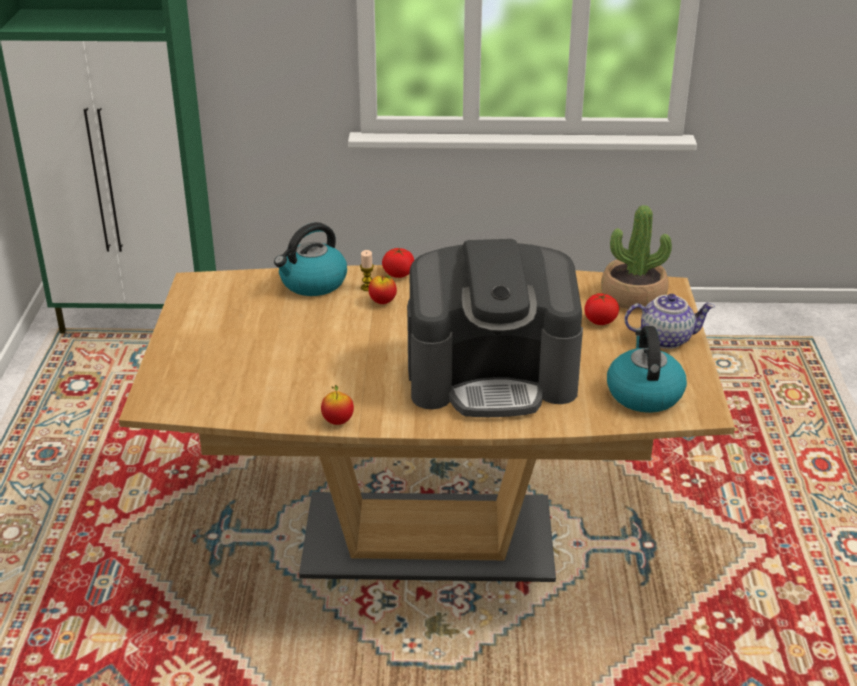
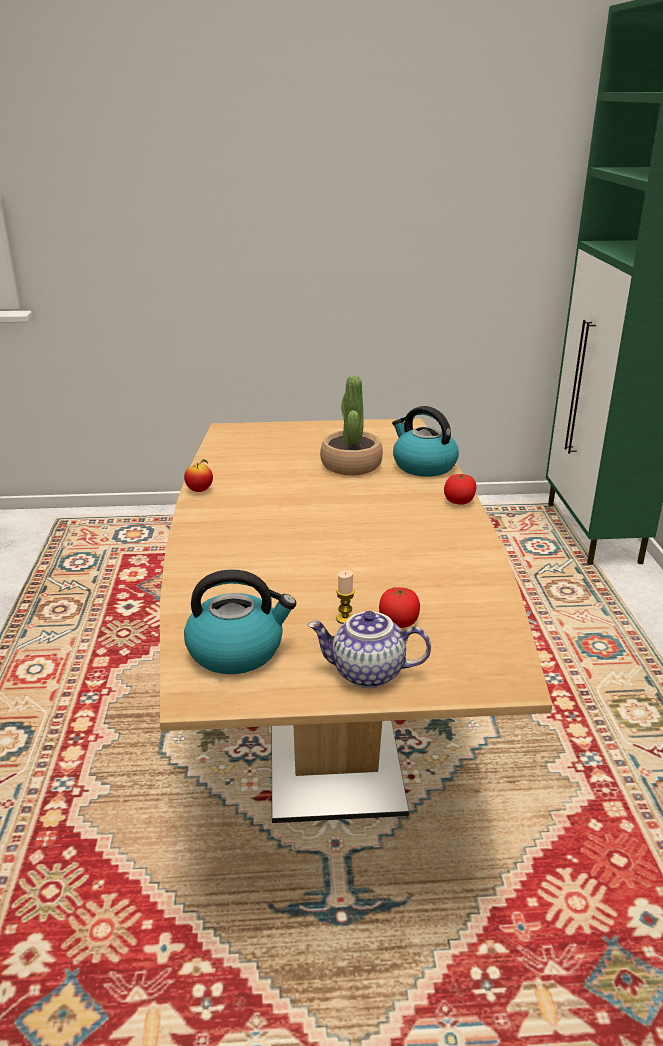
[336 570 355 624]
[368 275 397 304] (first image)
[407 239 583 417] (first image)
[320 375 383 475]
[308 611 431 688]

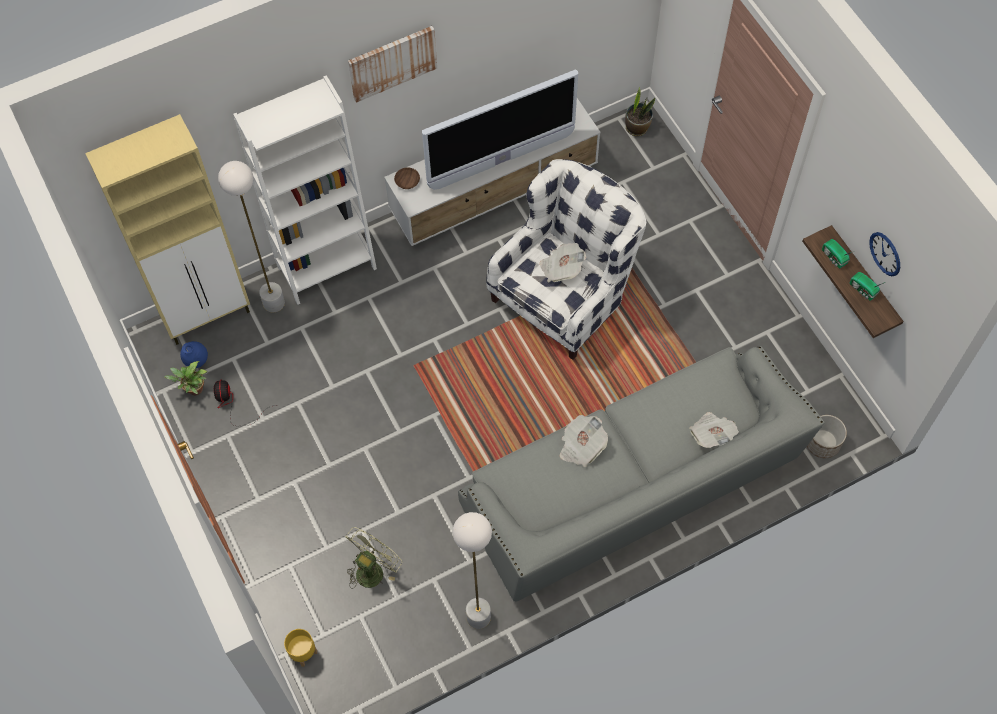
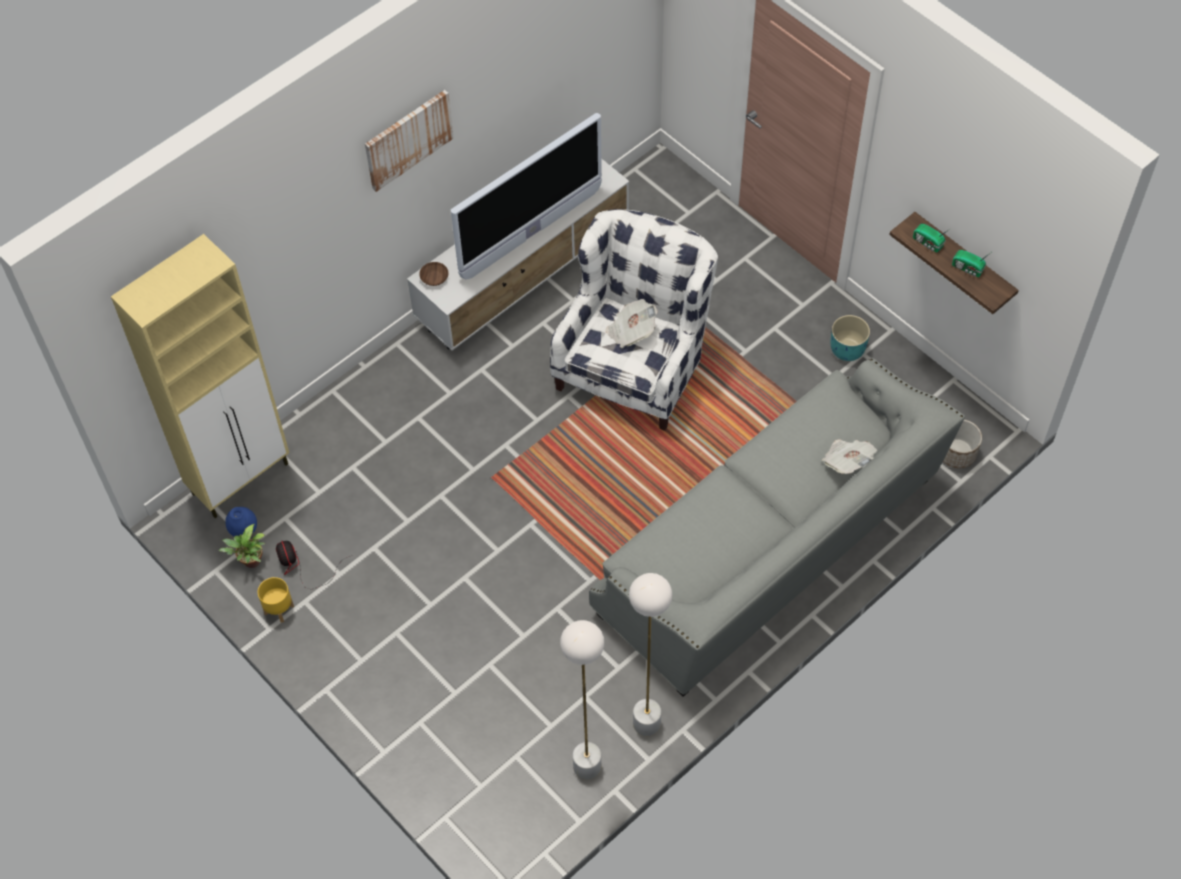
[560 620 604 780]
[233 75 377 305] (first image)
[258 577 294 623]
[345 527 402 589] (first image)
[560 415 608 467] (first image)
[625 87 655 136] (first image)
[869 232 900 276] (first image)
[831 315 870 361]

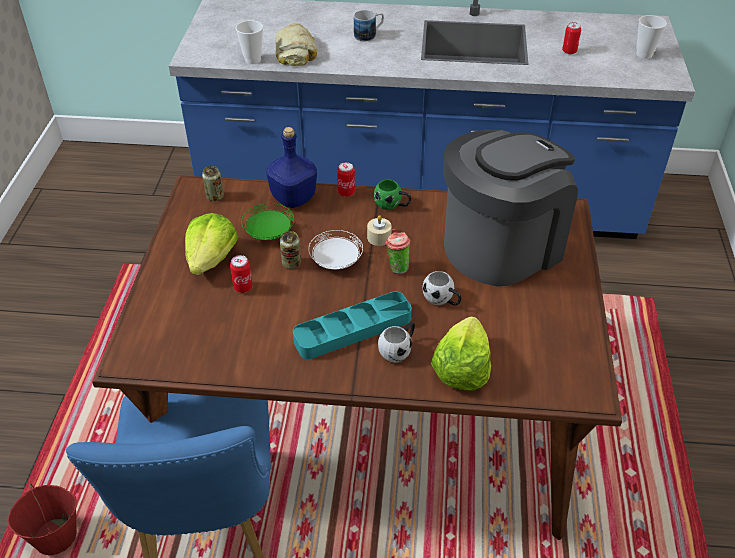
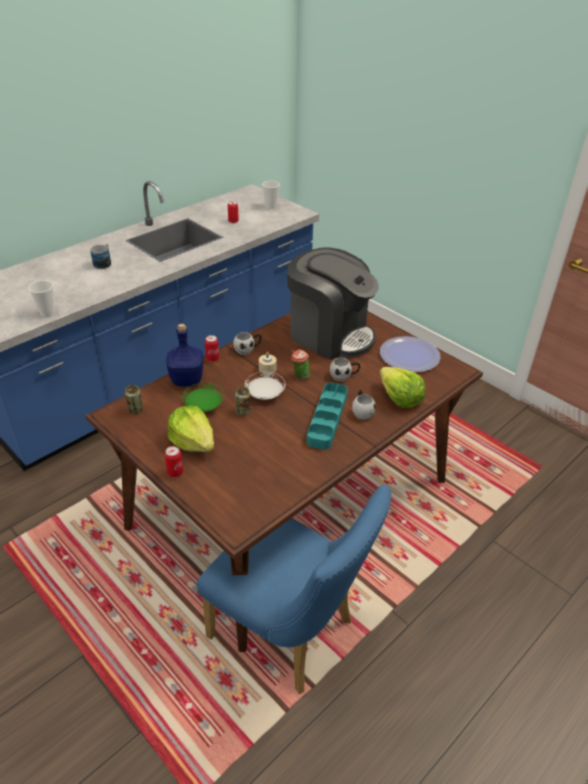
[8 484 77 555] (first image)
[164 446 183 478]
[275 23 317 66] (first image)
[234 332 261 355]
[287 248 379 360]
[380 336 441 372]

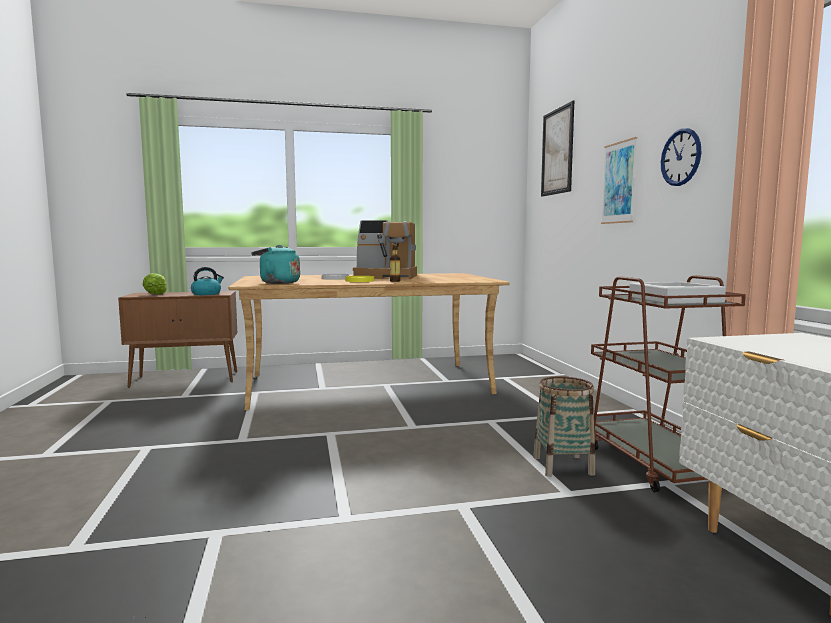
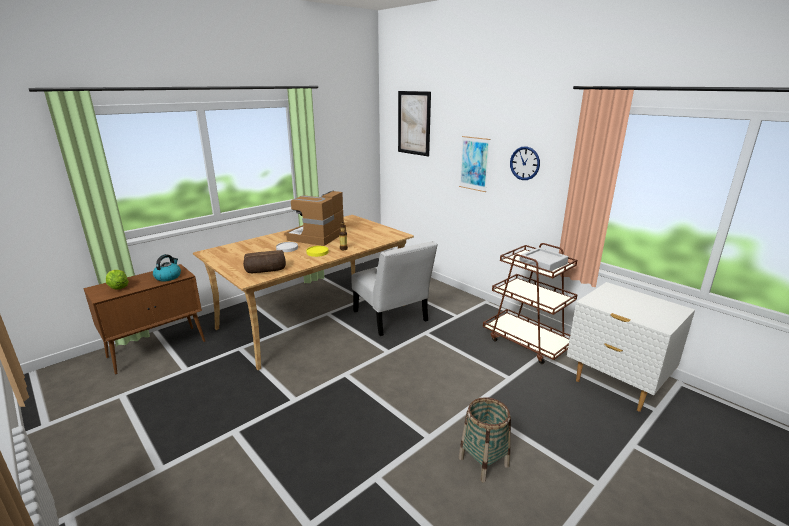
[243 250 286 273]
[284 190 346 246]
[459 397 511 482]
[352 241 438 336]

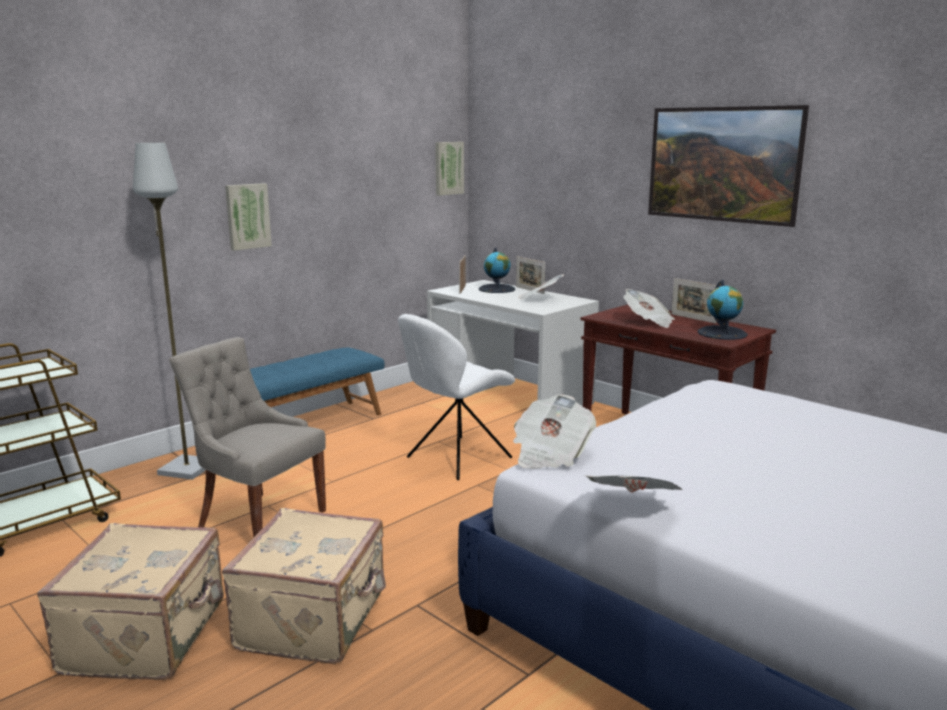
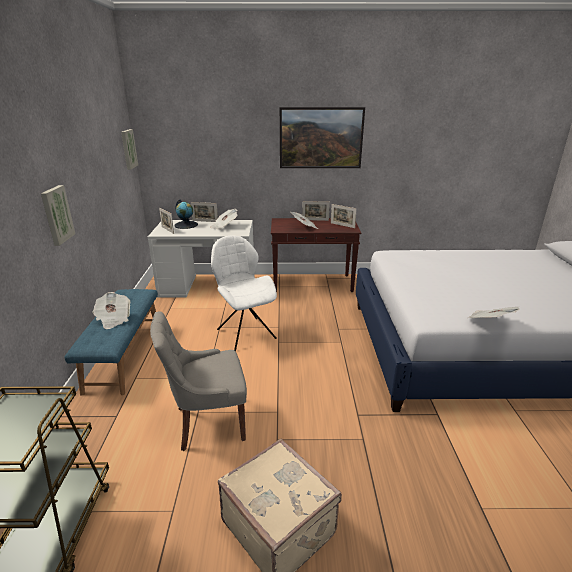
[133 143 206 480] (first image)
[222 508 386 664] (first image)
[211 236 277 352]
[93 292 131 329]
[331 204 357 228]

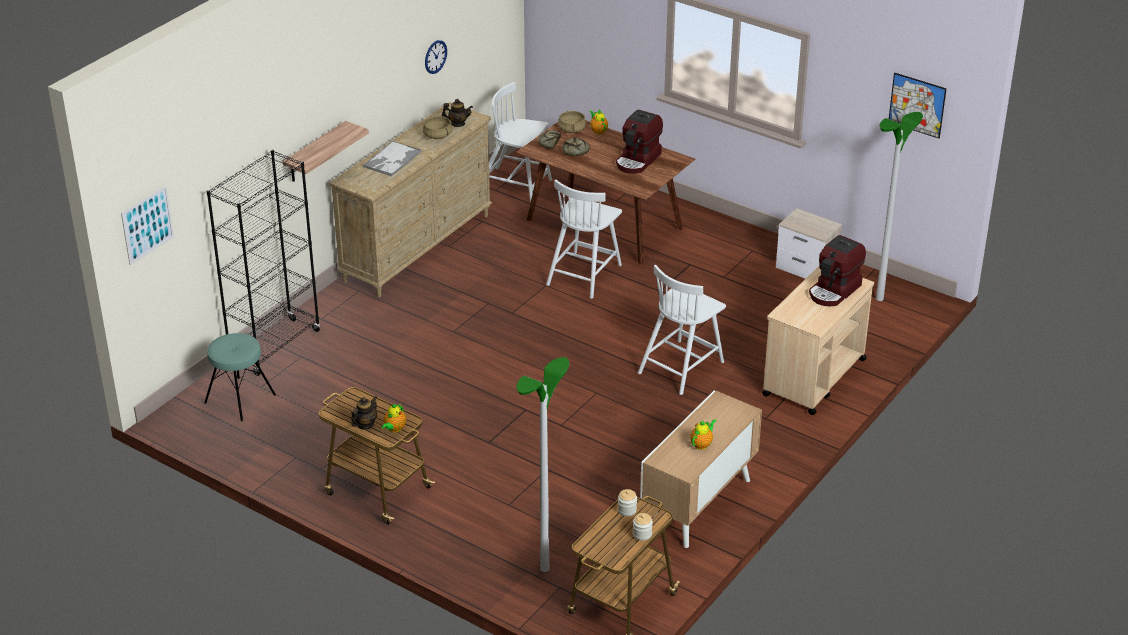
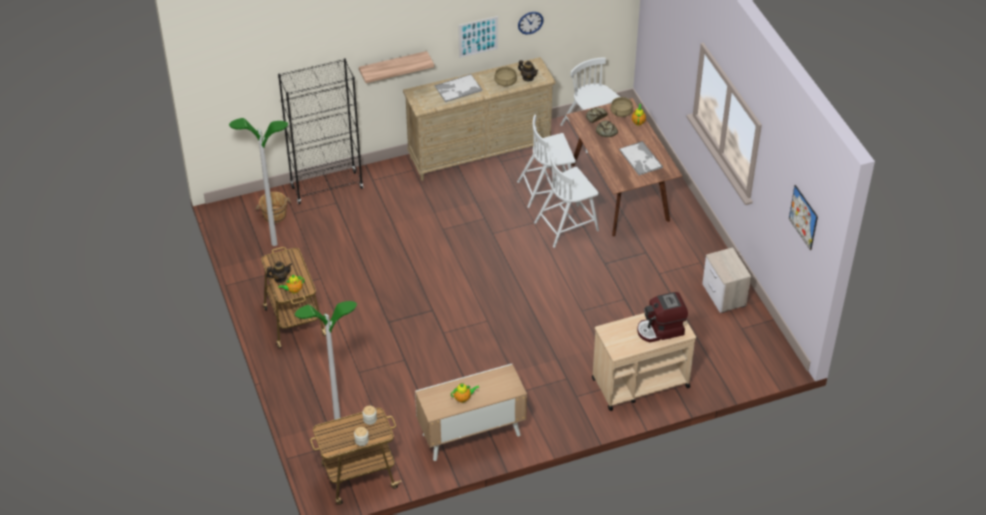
[458 16 498 58]
[255 192 291 223]
[619 141 663 175]
[517 115 576 208]
[229 118 288 246]

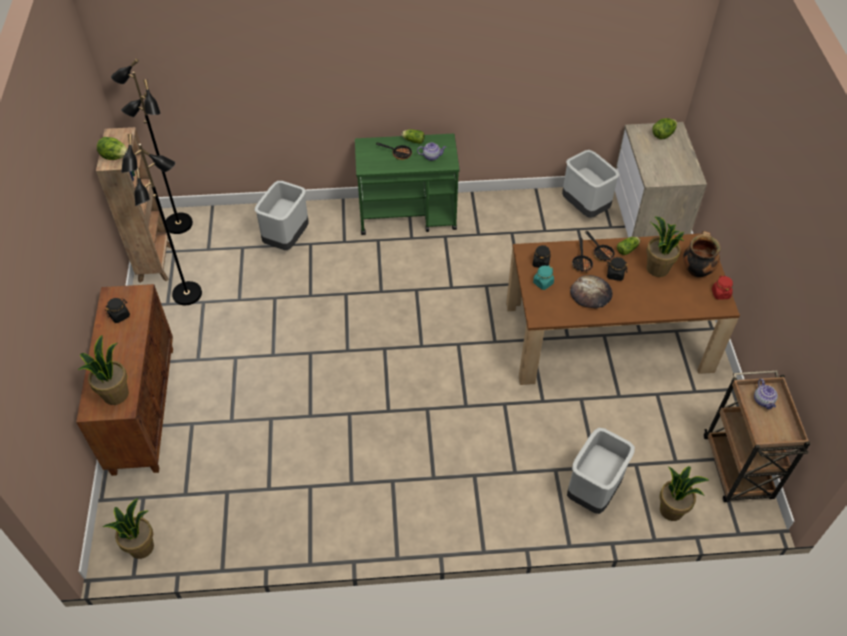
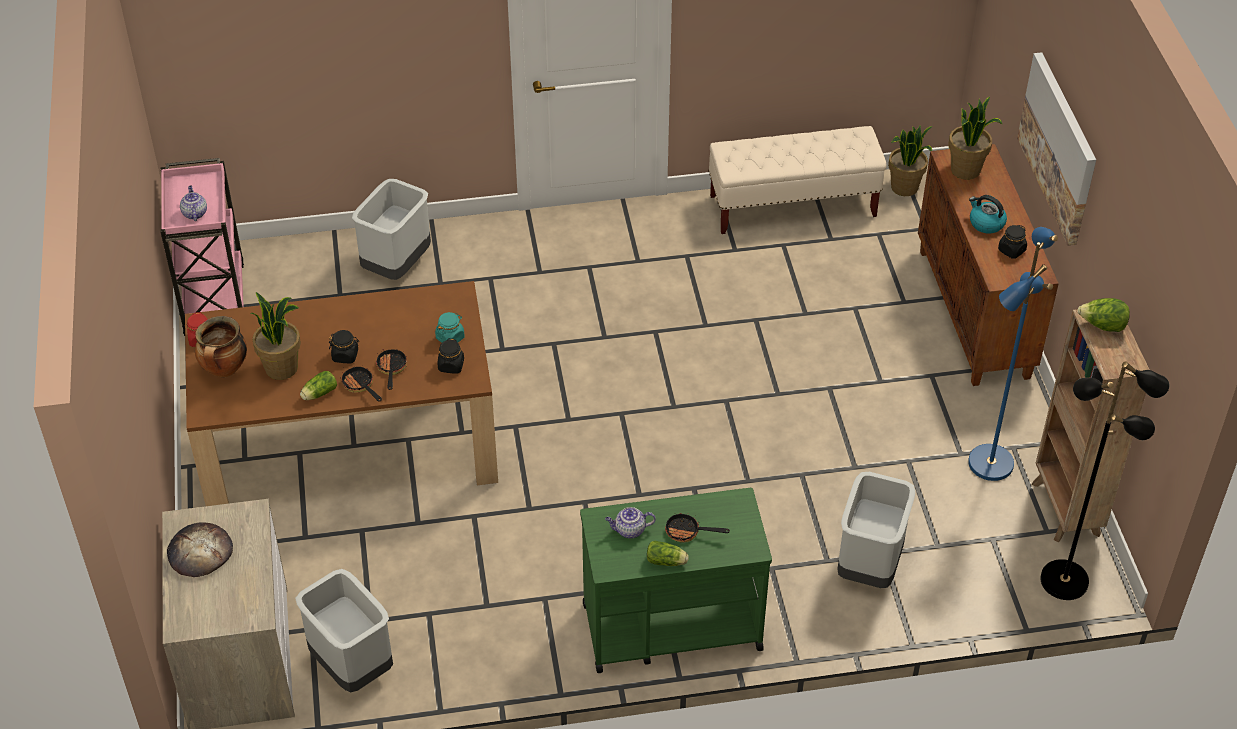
[968 227 1058 481]
[167 522 233 577]
[652 118 677 139] (first image)
[660 466 709 521] (first image)
[160 158 244 336]
[708 126 886 234]
[969 195 1007 234]
[1017 52 1096 246]

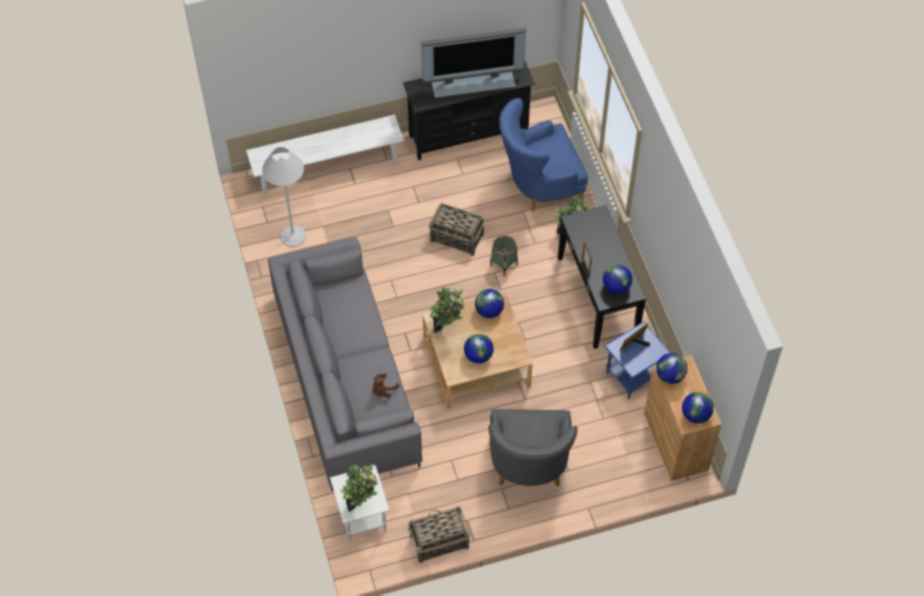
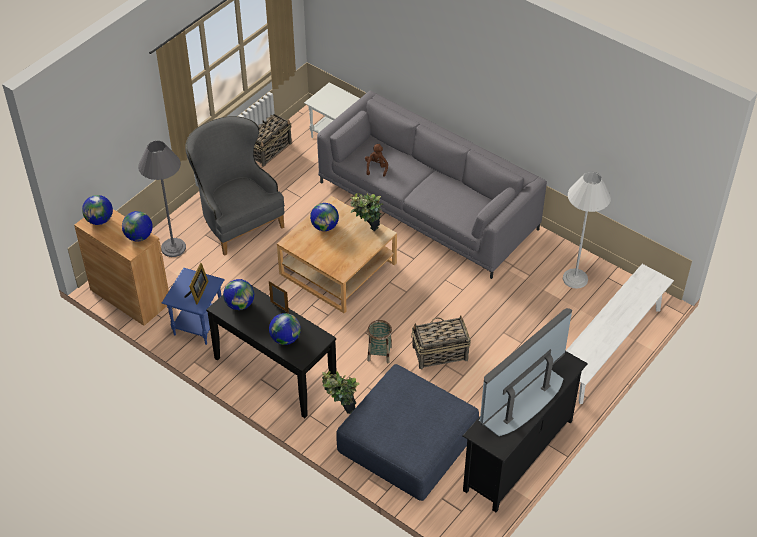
[340 464 378 512] (first image)
[269 313 301 345]
[337 364 479 501]
[138 141 186 257]

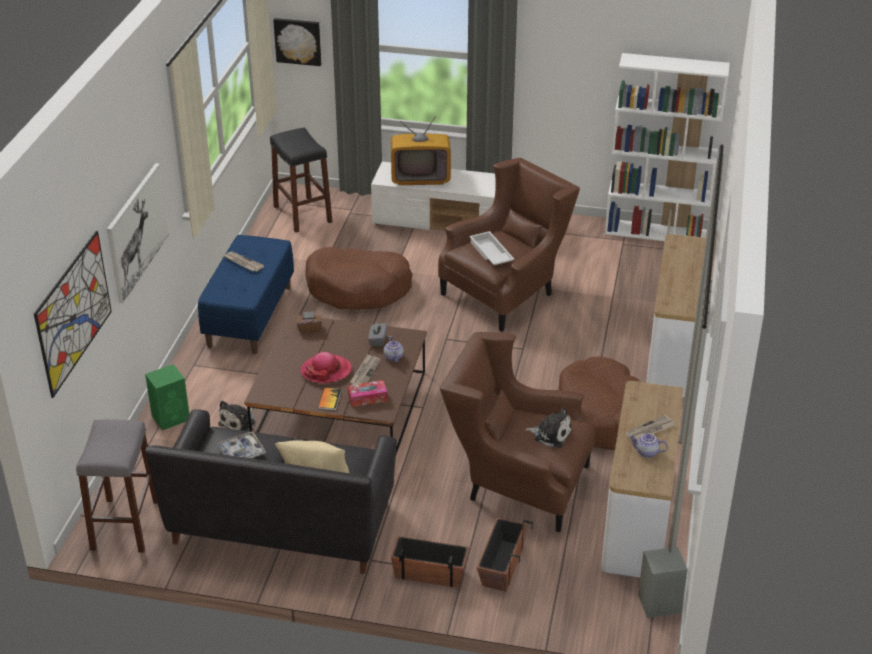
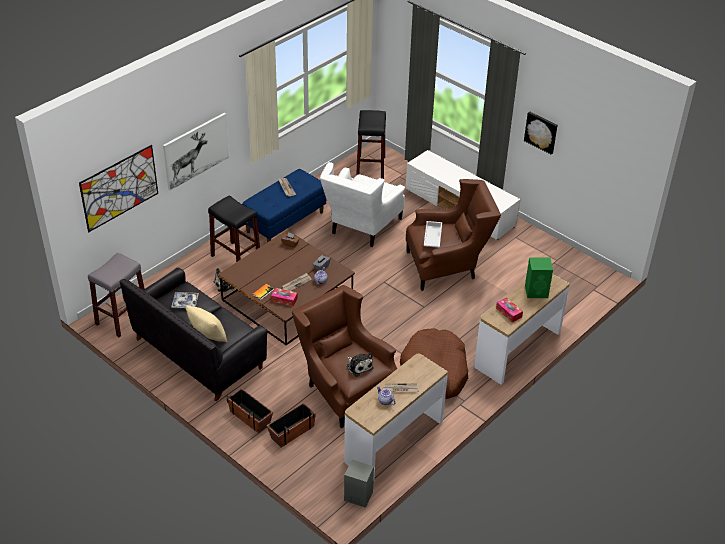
[525 258 553 298]
[524 111 558 155]
[301 352 352 384] (first image)
[320 162 405 247]
[391 117 451 185] (first image)
[605 53 730 241] (first image)
[208 195 260 262]
[496 297 523 323]

